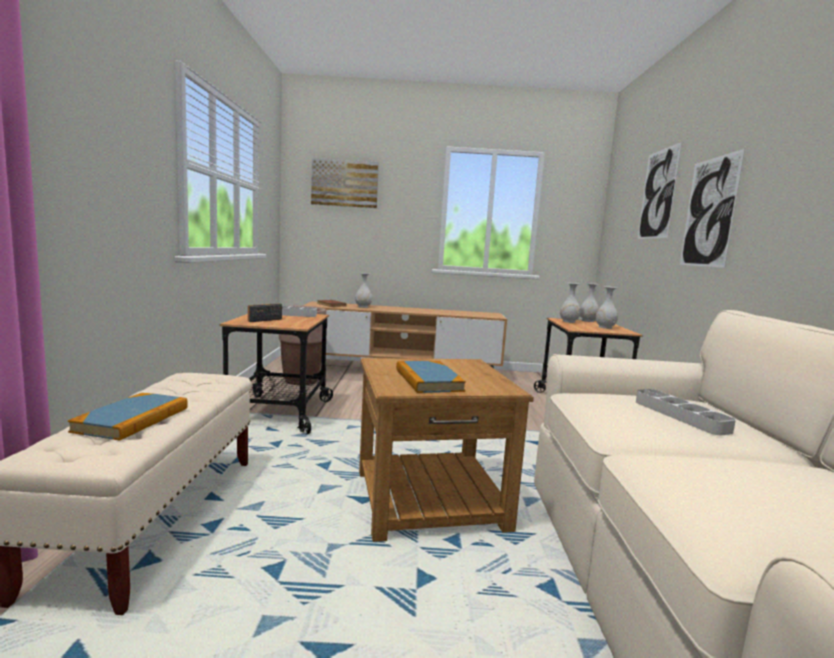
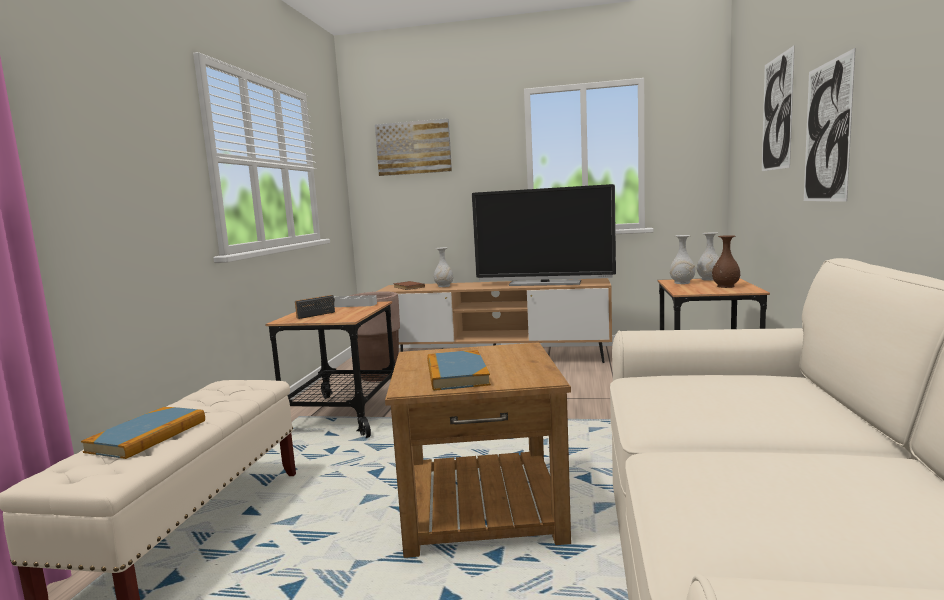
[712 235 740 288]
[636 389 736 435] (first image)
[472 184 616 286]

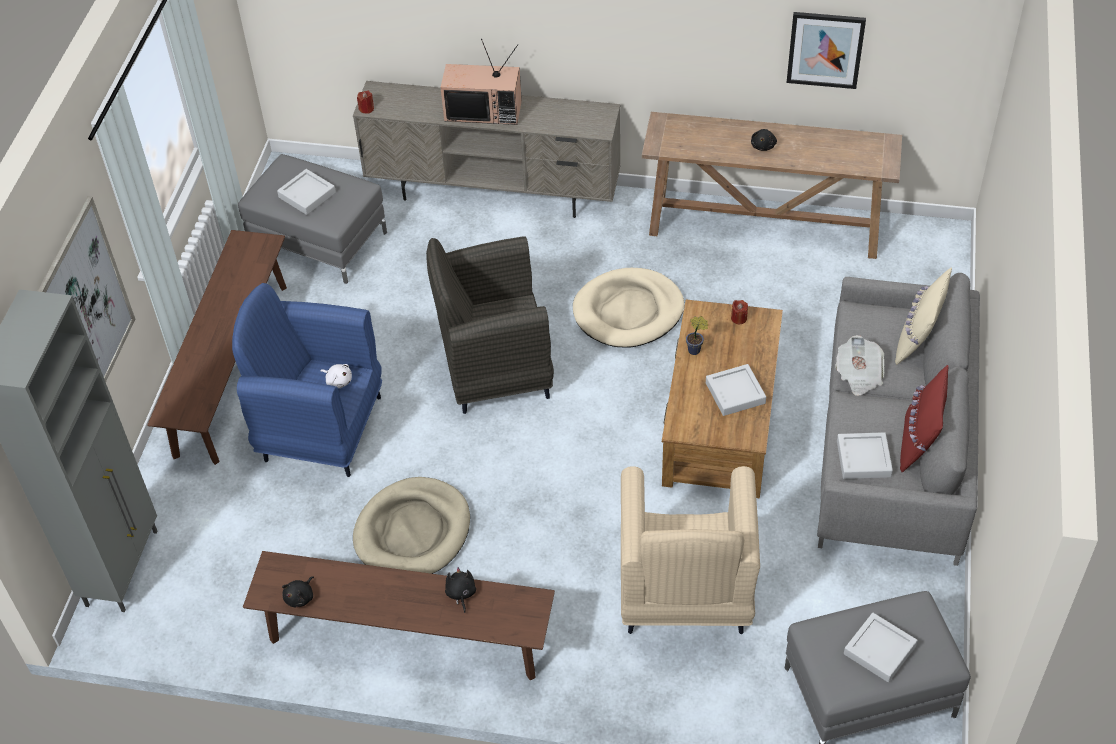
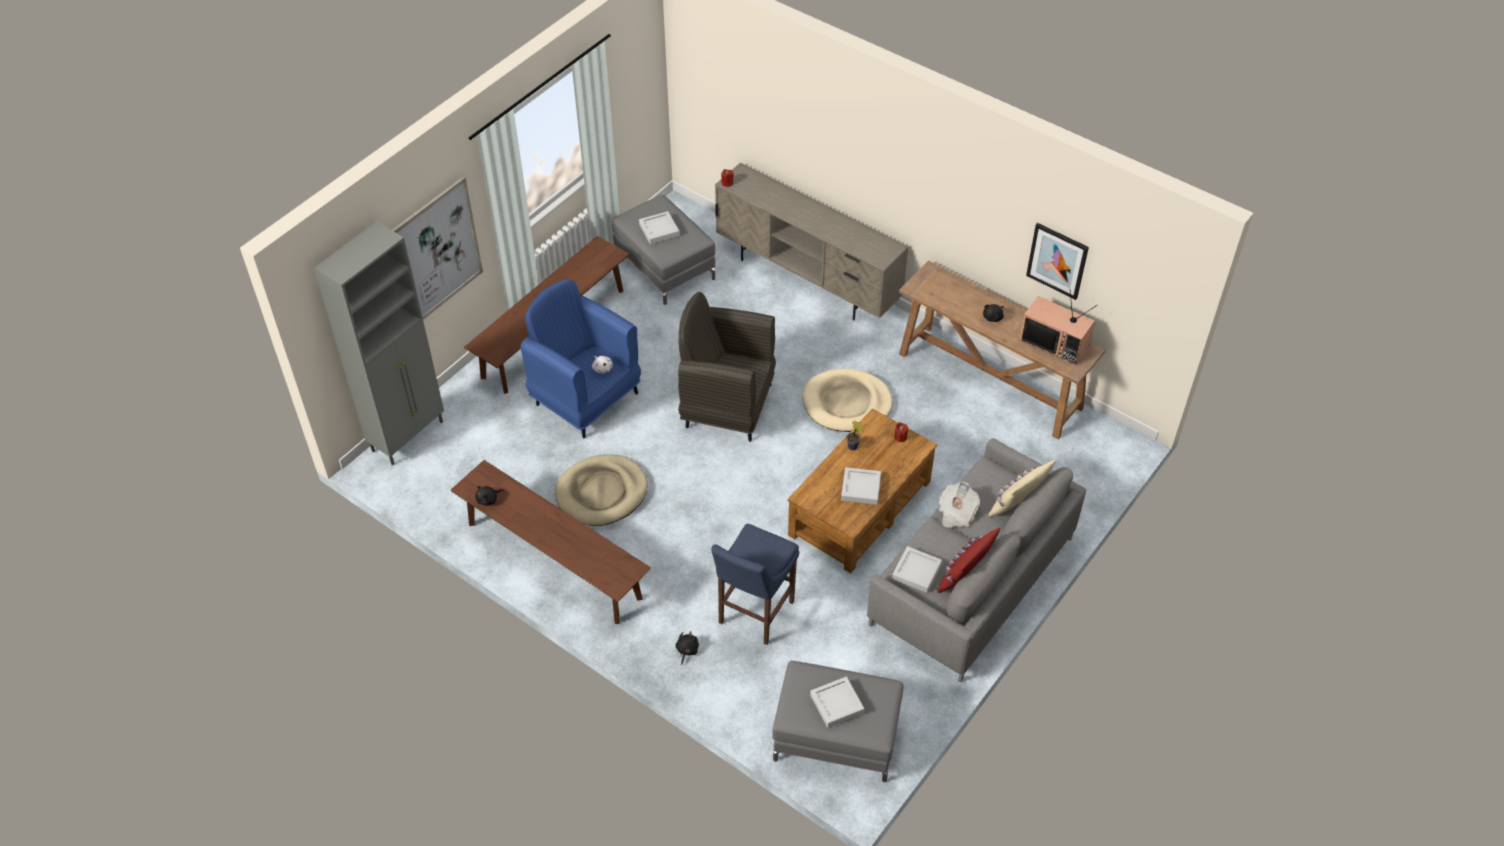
[1019 292 1098 365]
[676 631 699 665]
[711 524 799 645]

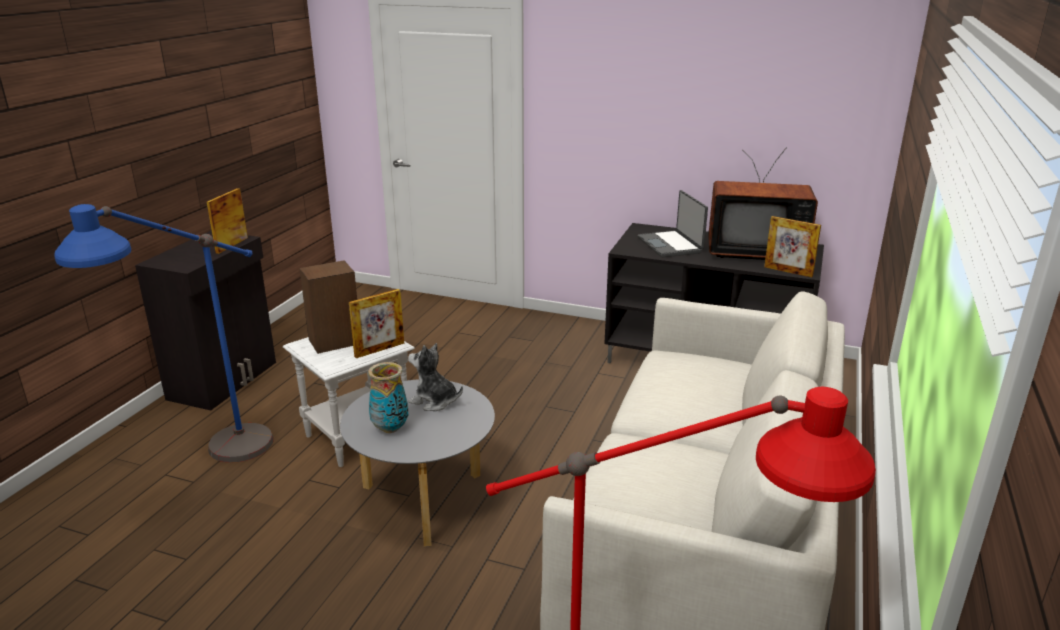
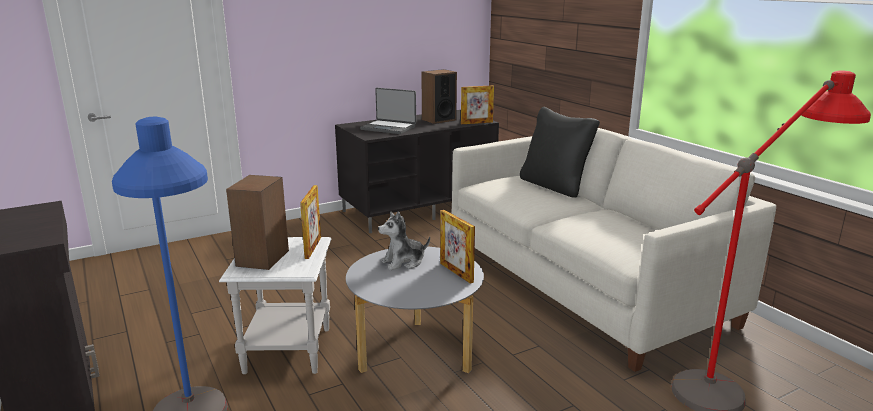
[440 210 475 284]
[368 362 408 433] (first image)
[421 69 457 124]
[520 107 600 198]

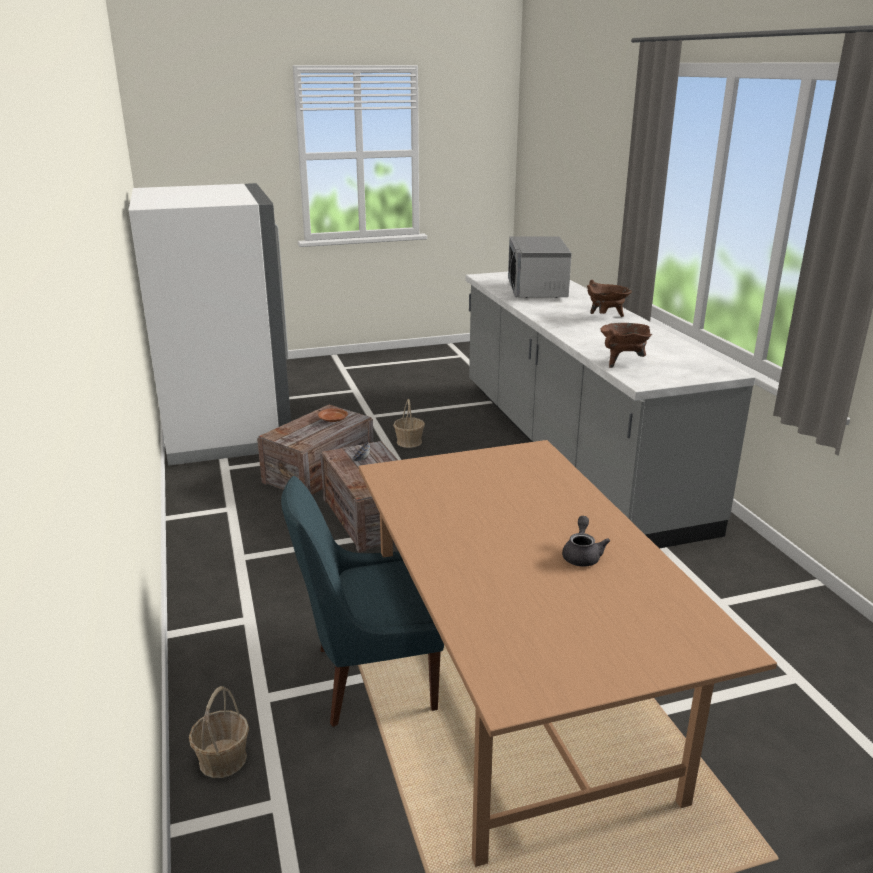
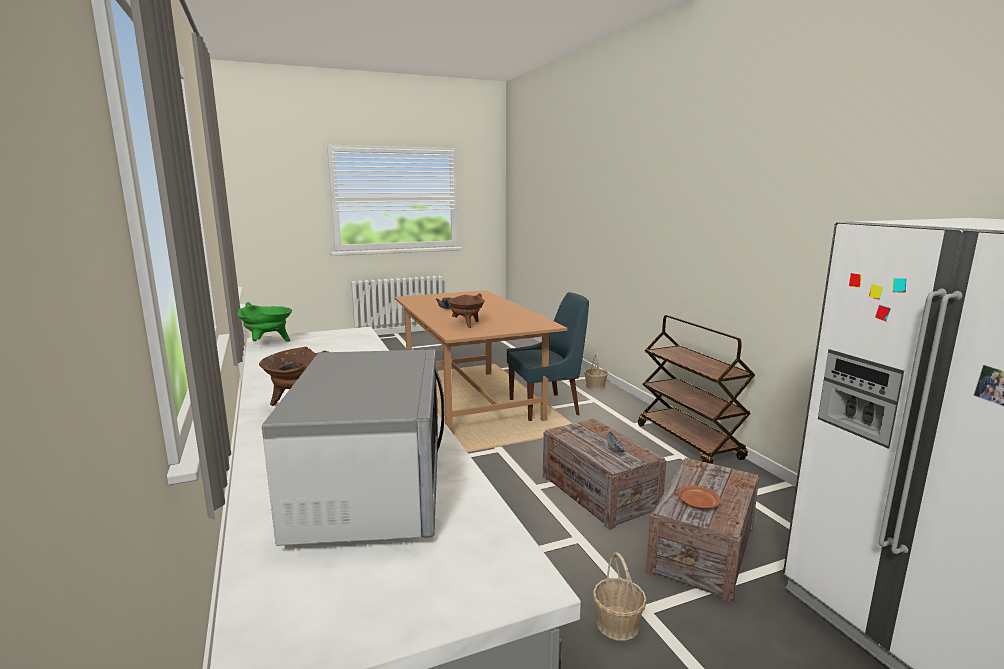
[449 293 485 328]
[237 302 292 342]
[638 315 755 464]

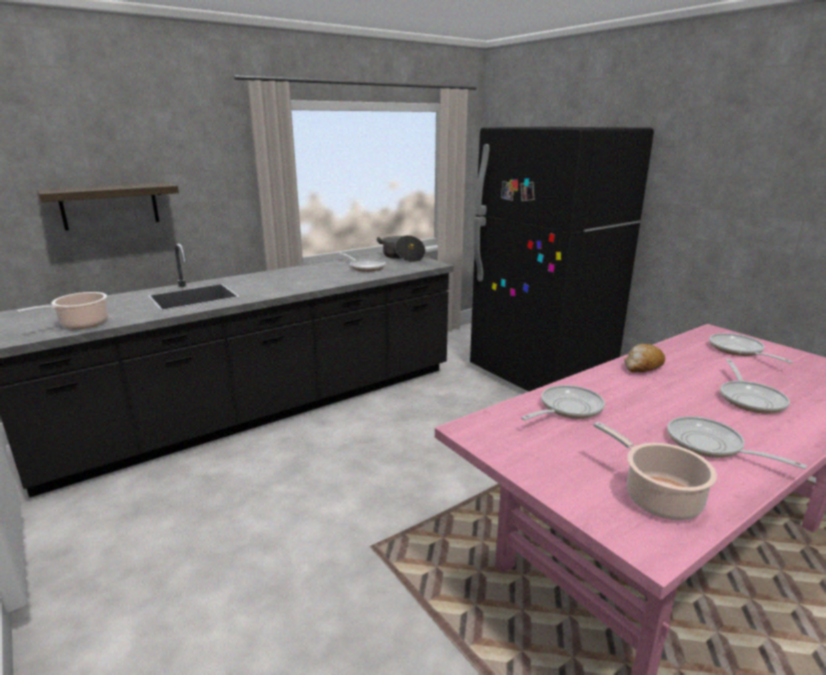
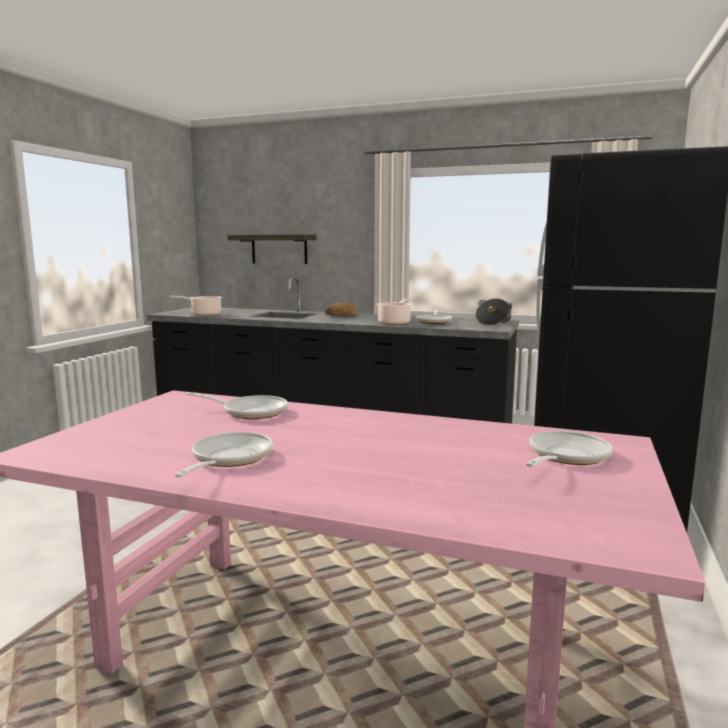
[377 299 412 325]
[325 303 358 316]
[720 359 790 414] (first image)

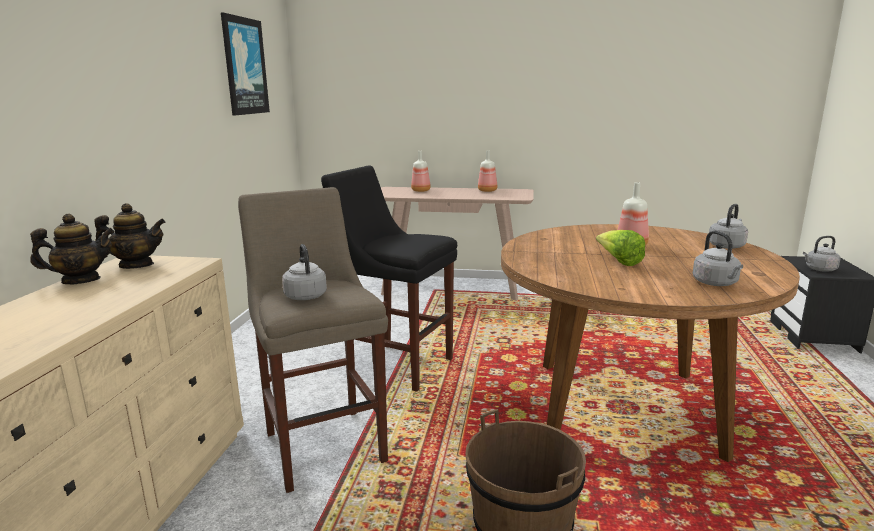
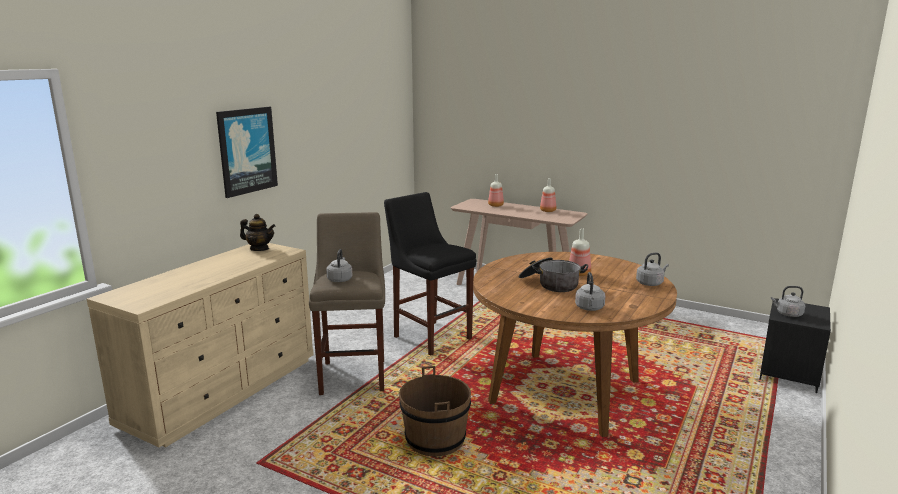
[30 213 114 284] (first image)
[216 107 278 198]
[519 257 588 292]

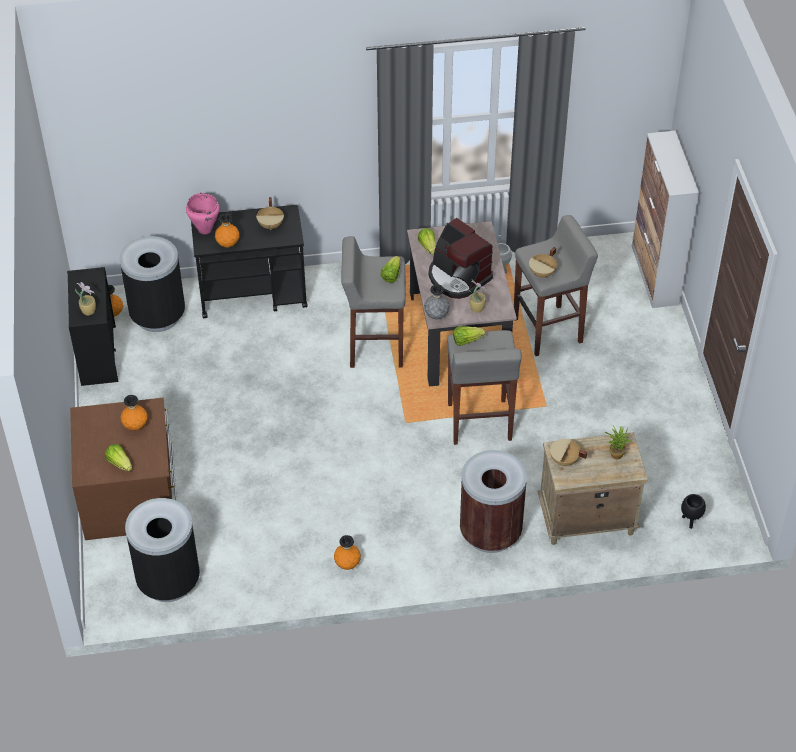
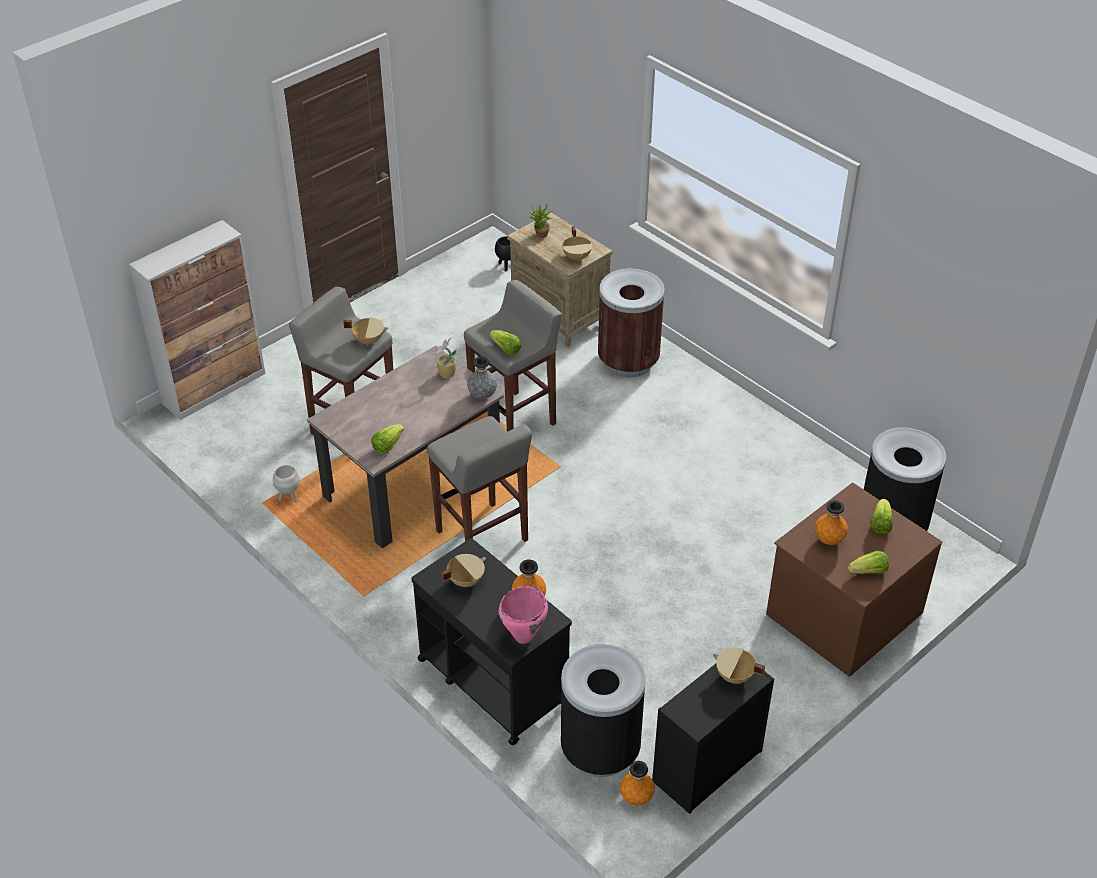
[713 648 765 684]
[334 535 361 570] (first image)
[848 551 889 574]
[428 218 493 299] (first image)

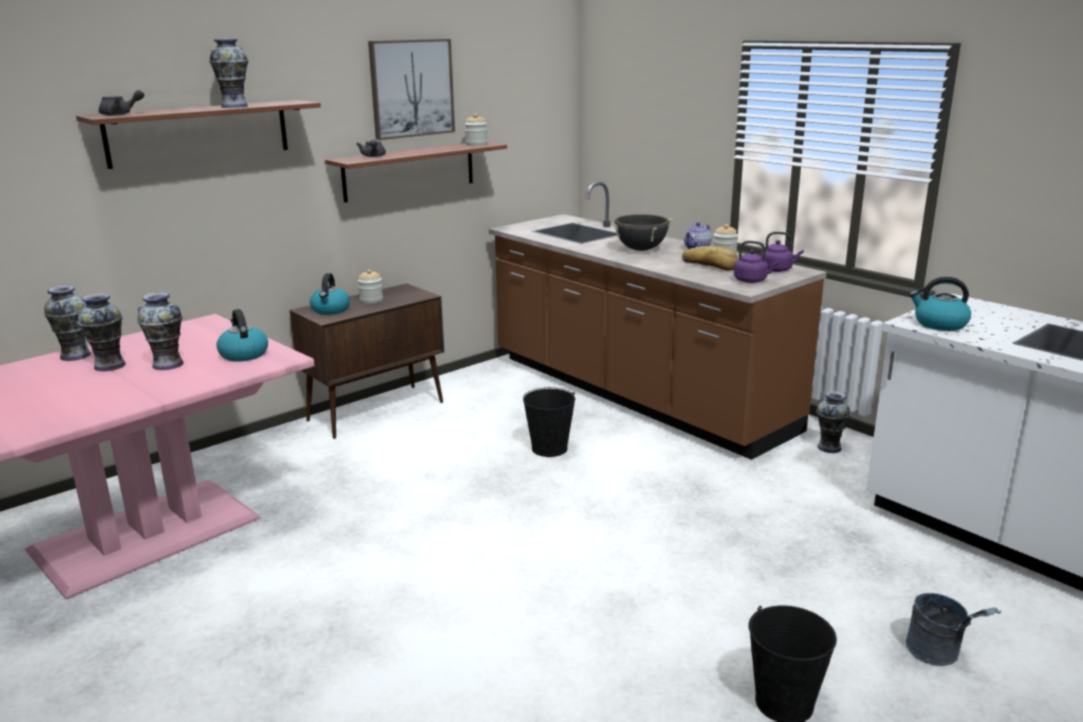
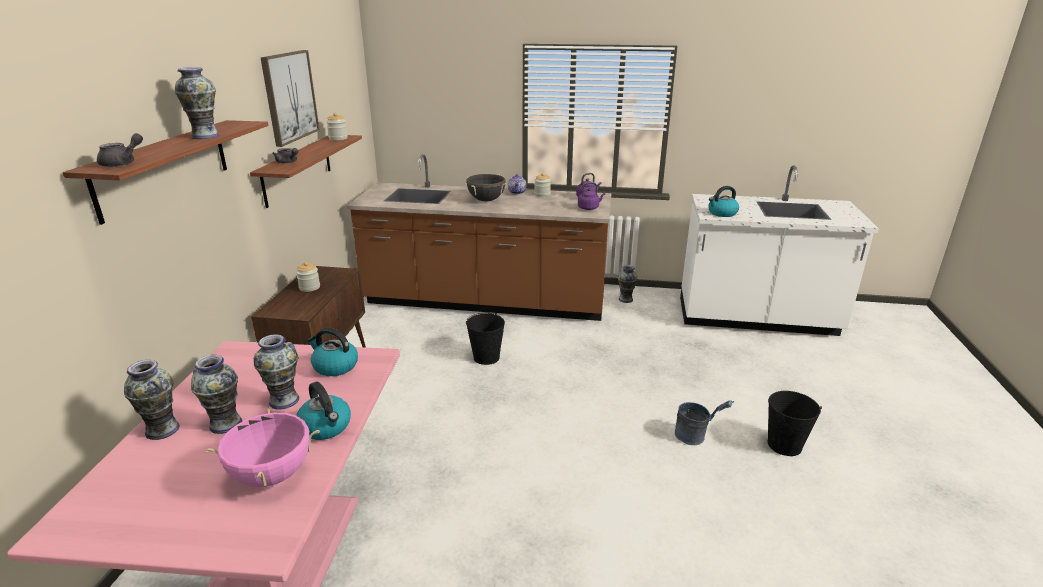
[296 382 351 440]
[682 246 738 271] (first image)
[675 400 734 445]
[206 408 320 487]

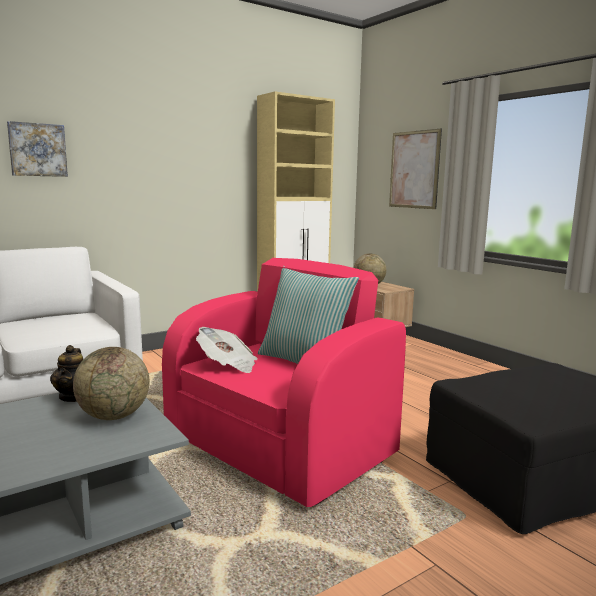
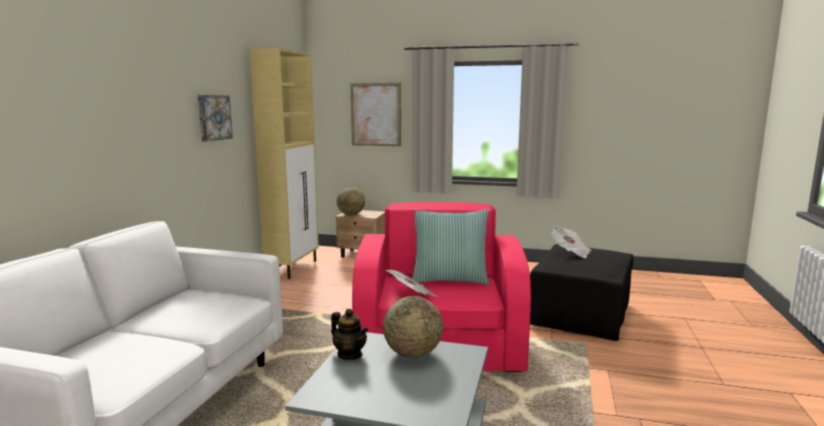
[198 95 233 141]
[551 226 591 258]

